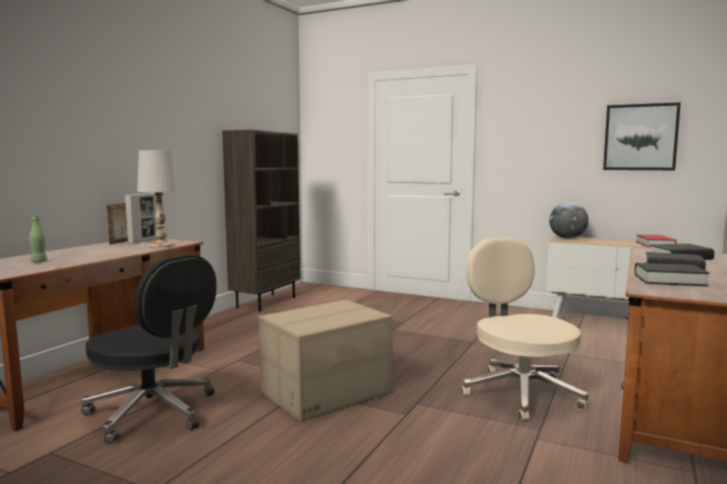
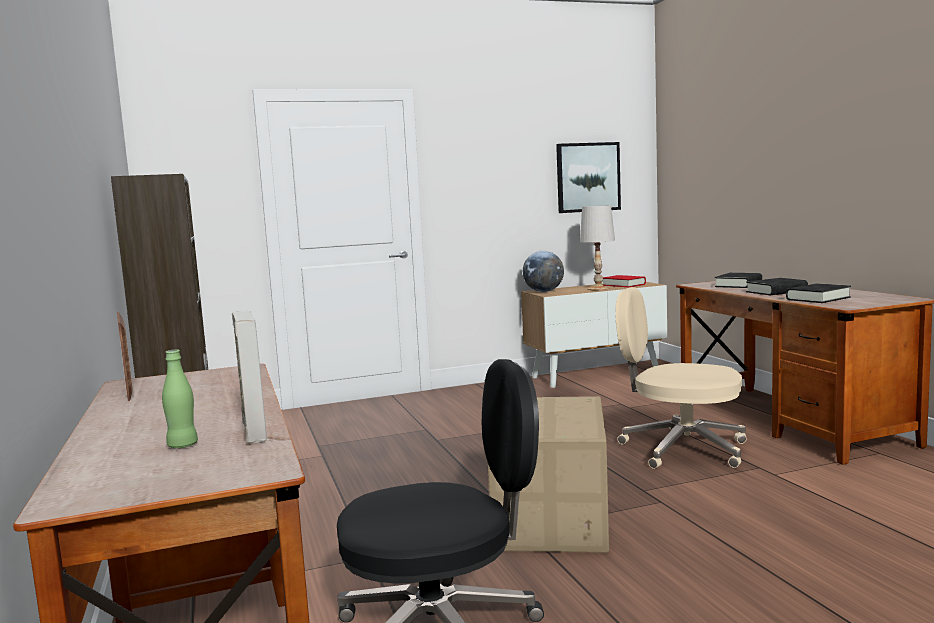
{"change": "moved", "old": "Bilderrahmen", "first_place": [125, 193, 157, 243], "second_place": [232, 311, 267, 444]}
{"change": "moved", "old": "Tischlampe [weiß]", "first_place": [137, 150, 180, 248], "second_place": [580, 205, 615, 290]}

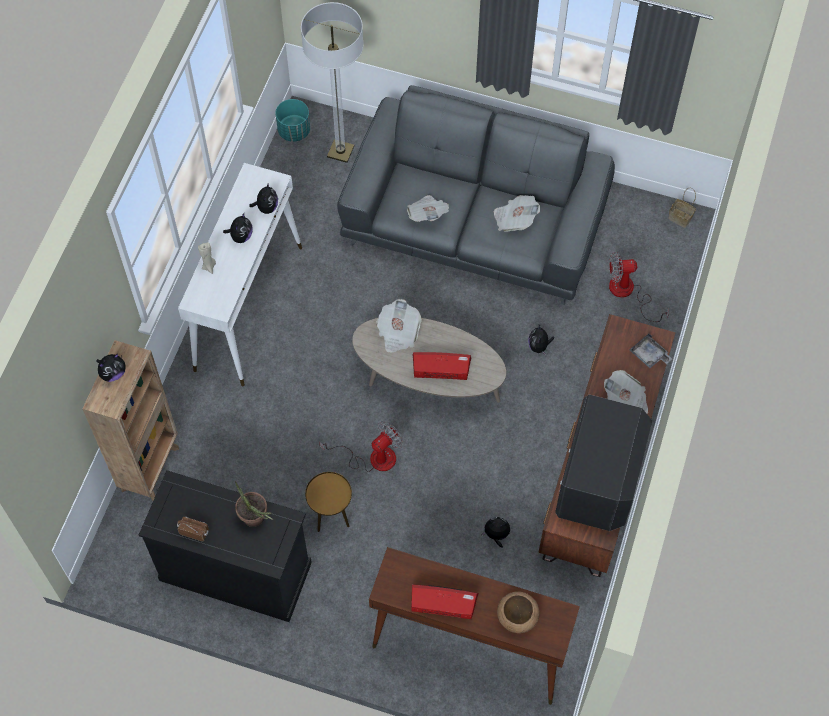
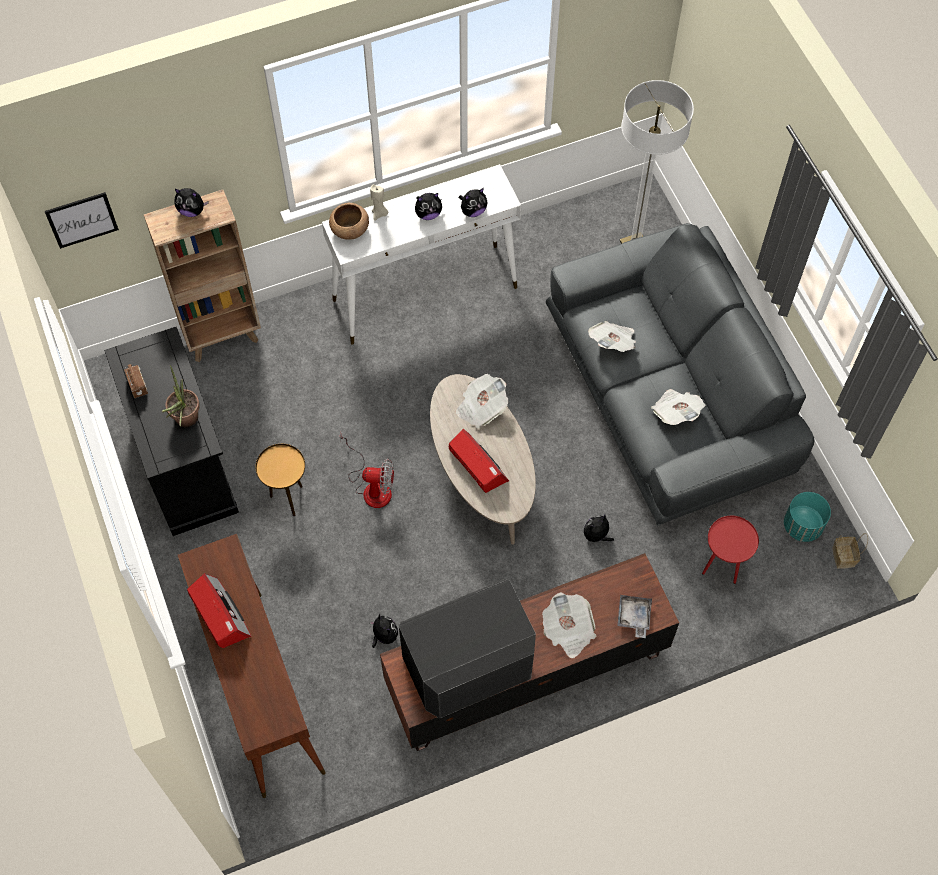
{"change": "moved", "old": "Pflanzkübel [türkis]", "first_place": [275, 99, 310, 142], "second_place": [784, 492, 831, 542]}
{"change": "moved", "old": "Schüssel [braun]", "first_place": [497, 591, 540, 633], "second_place": [329, 203, 369, 240]}
{"change": "replaced", "old": "Ventilator", "new": "Beistelltisch [rot]", "first_place": [609, 252, 669, 322], "second_place": [702, 516, 759, 584]}
{"change": "added", "new": "Bild", "second_place": [45, 192, 119, 249]}

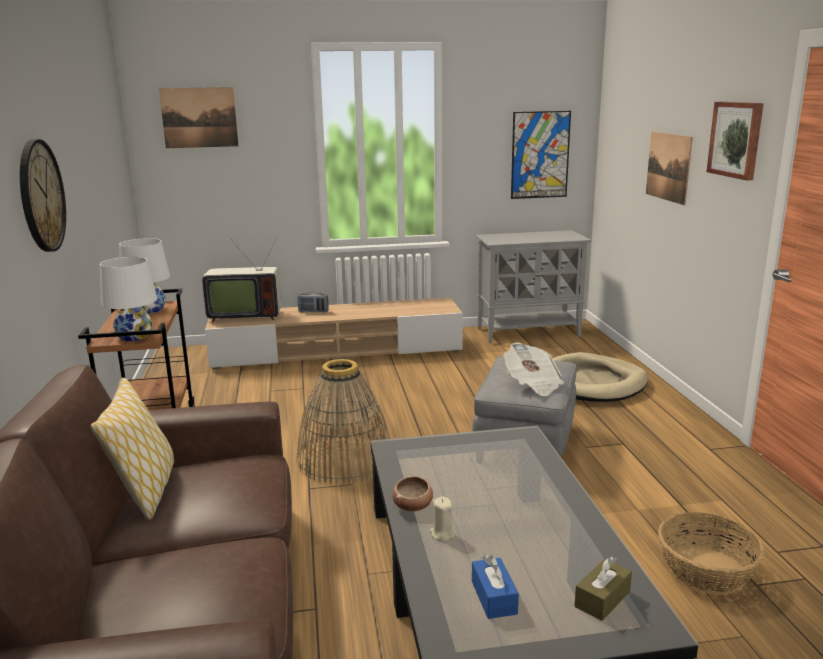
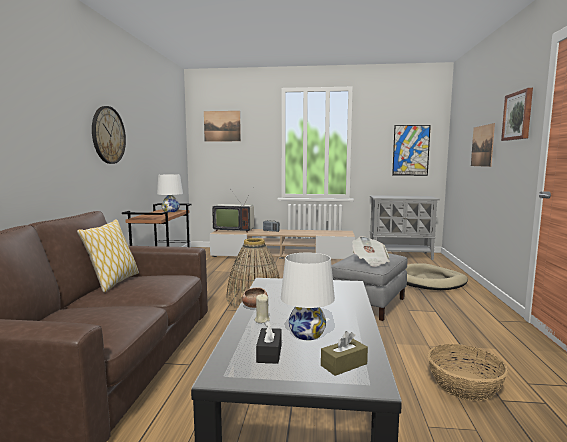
{"change": "moved", "old": "Tischlampe [weiß]", "first_place": [100, 257, 157, 341], "second_place": [281, 253, 335, 340]}
{"change": "recoloured", "old": "Taschentuchbox [blau]", "new": "Taschentuchbox [schwarz]", "first_place": [472, 555, 519, 619], "second_place": [256, 320, 282, 364]}

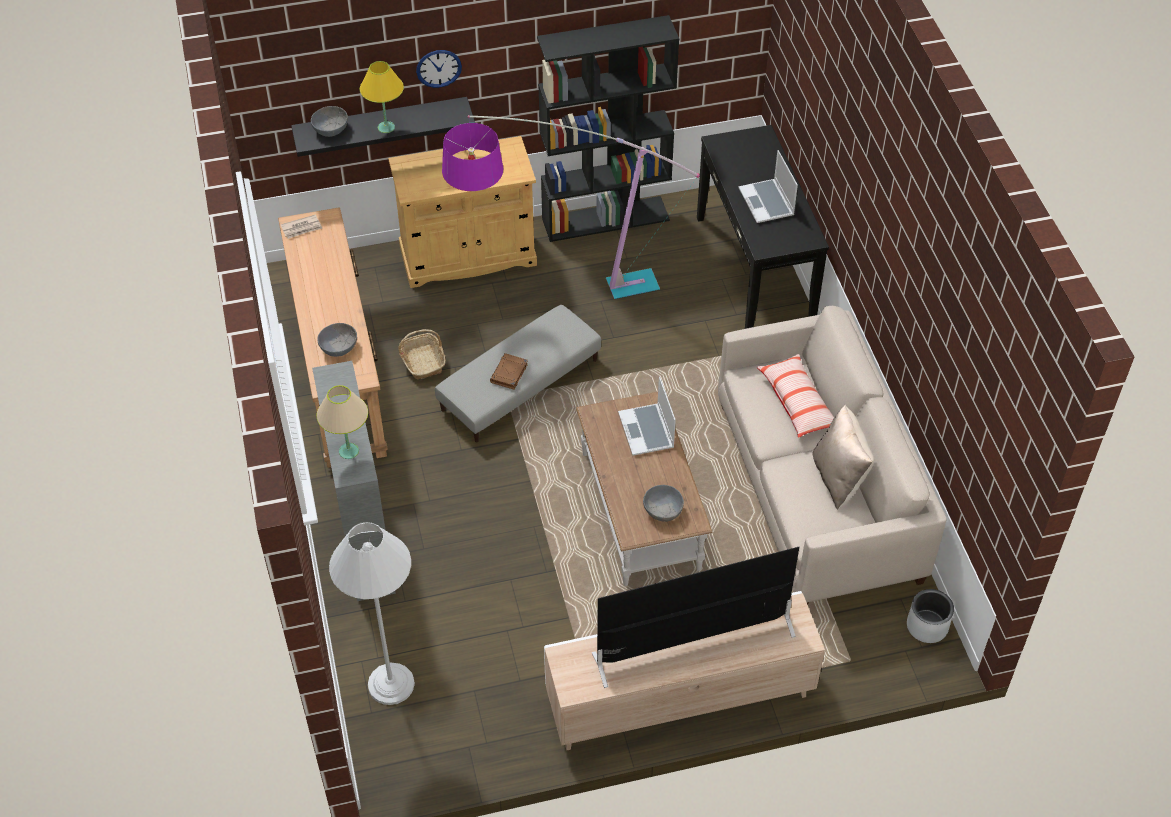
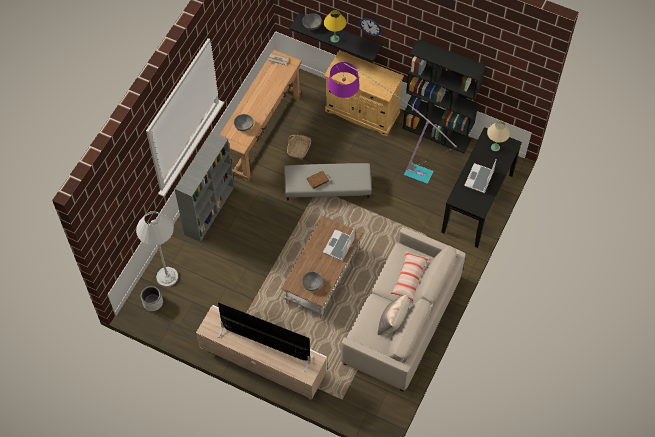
{"change": "moved", "old": "Tischlampe [beige]", "first_place": [317, 385, 368, 459], "second_place": [487, 121, 510, 151]}
{"change": "moved", "old": "Pflanzkübel [grau]", "first_place": [907, 589, 954, 643], "second_place": [141, 286, 163, 311]}

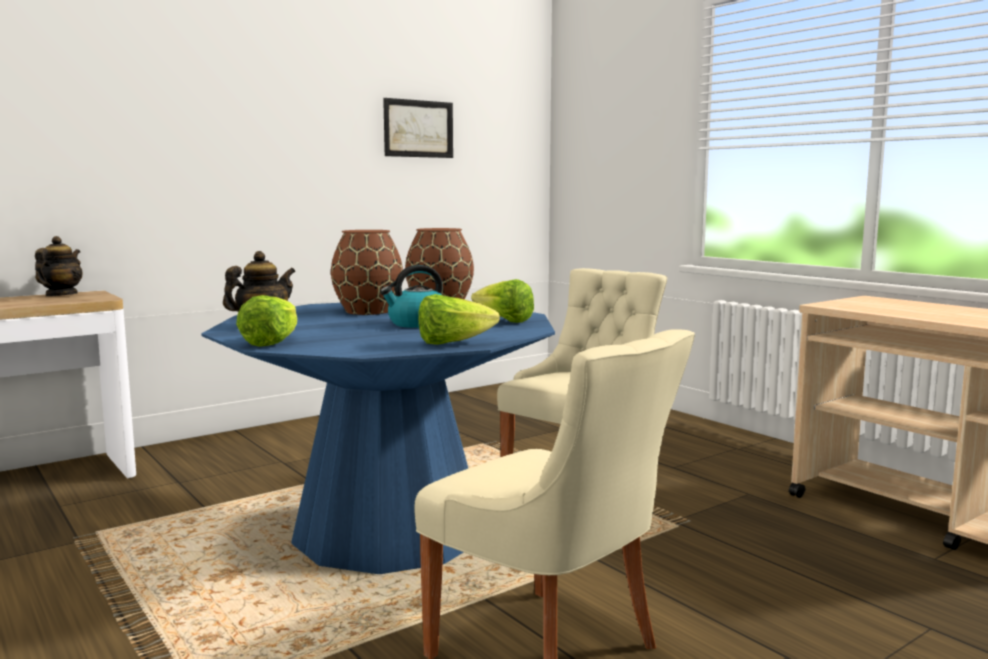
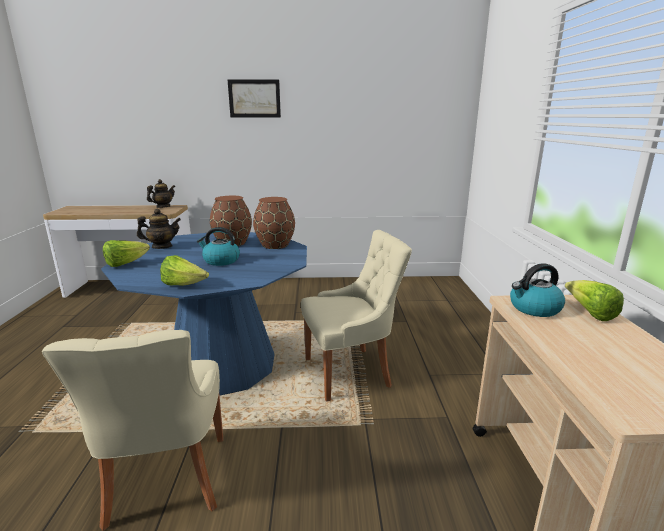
{"change": "moved", "old": "Bild", "first_place": [383, 98, 453, 158], "second_place": [228, 79, 281, 118]}
{"change": "moved", "old": "Salatkopf", "first_place": [471, 279, 534, 323], "second_place": [565, 280, 624, 321]}
{"change": "added", "new": "Wasserkessel", "second_place": [510, 263, 565, 317]}

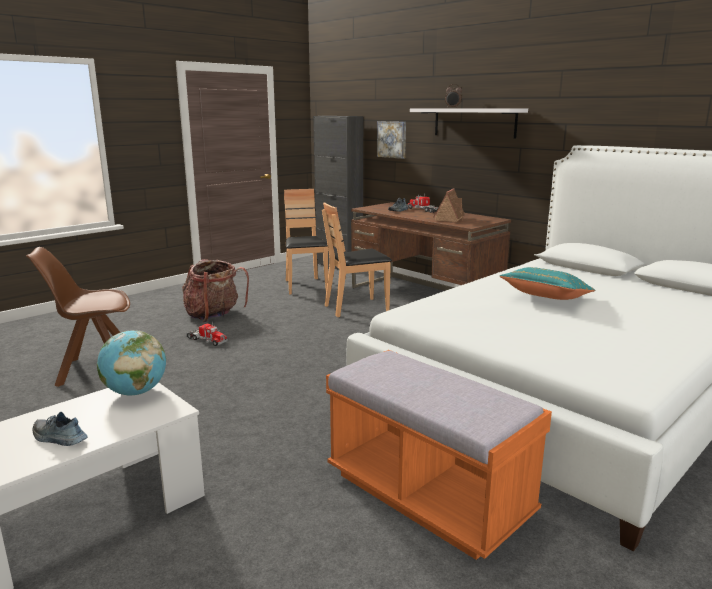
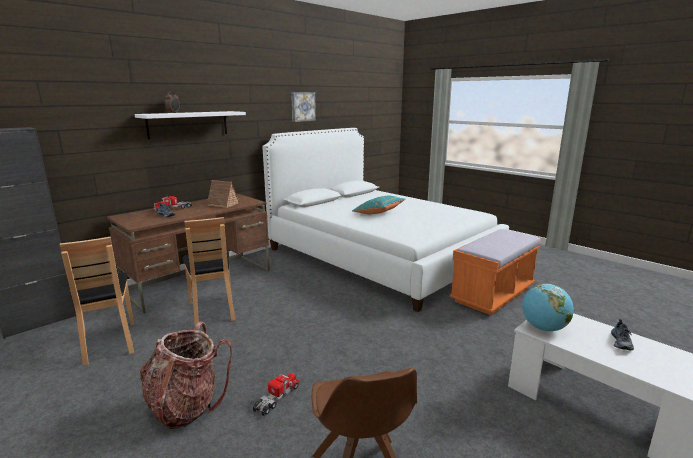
{"change": "turned", "old": "Stuhl [braun]", "first_place": [284, 189, 328, 294], "second_place": [60, 237, 134, 366], "degrees": -105}
{"change": "moved", "old": "Bild", "first_place": [377, 121, 406, 159], "second_place": [291, 92, 316, 122]}

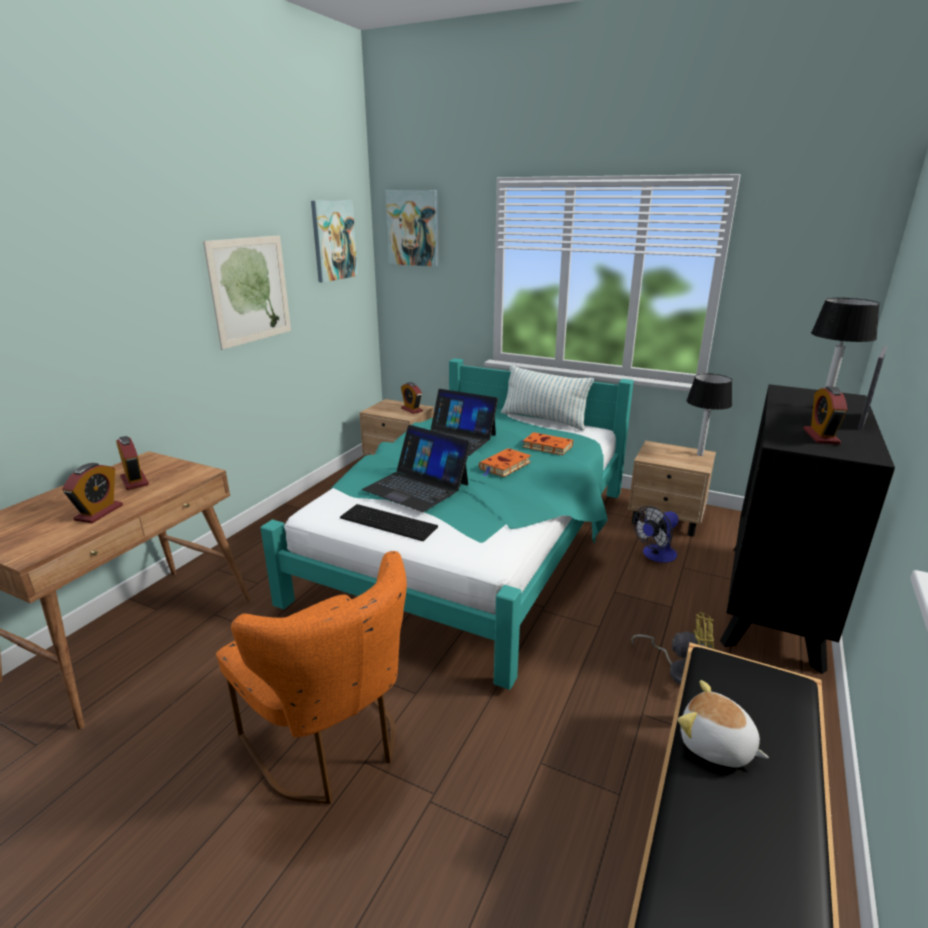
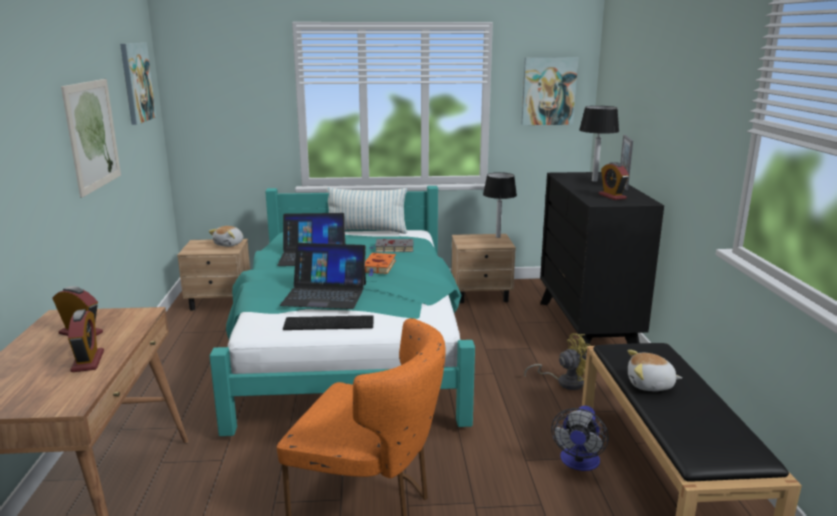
{"change": "moved", "old": "Bild", "first_place": [385, 190, 439, 267], "second_place": [521, 57, 578, 125]}
{"change": "replaced", "old": "Wecker", "new": "Plüschtier", "first_place": [401, 382, 423, 414], "second_place": [209, 226, 243, 247]}
{"change": "recoloured", "old": "Buch [orange]", "new": "Buch [grau]", "first_place": [521, 432, 573, 455], "second_place": [369, 239, 414, 252]}
{"change": "moved", "old": "Ventilator", "first_place": [633, 506, 679, 563], "second_place": [551, 406, 609, 471]}

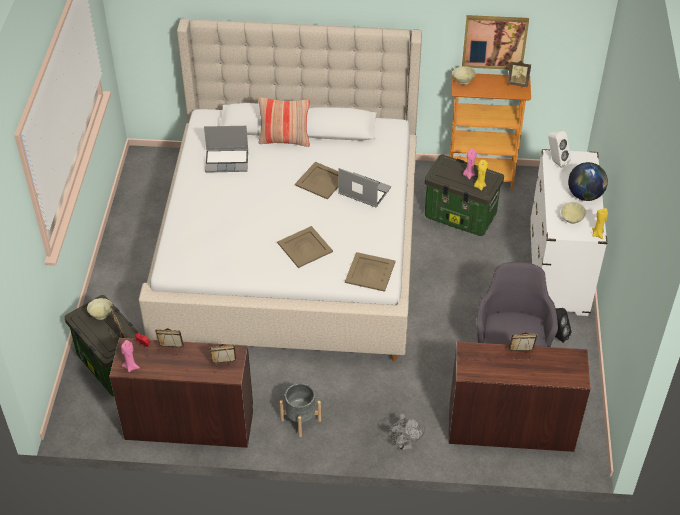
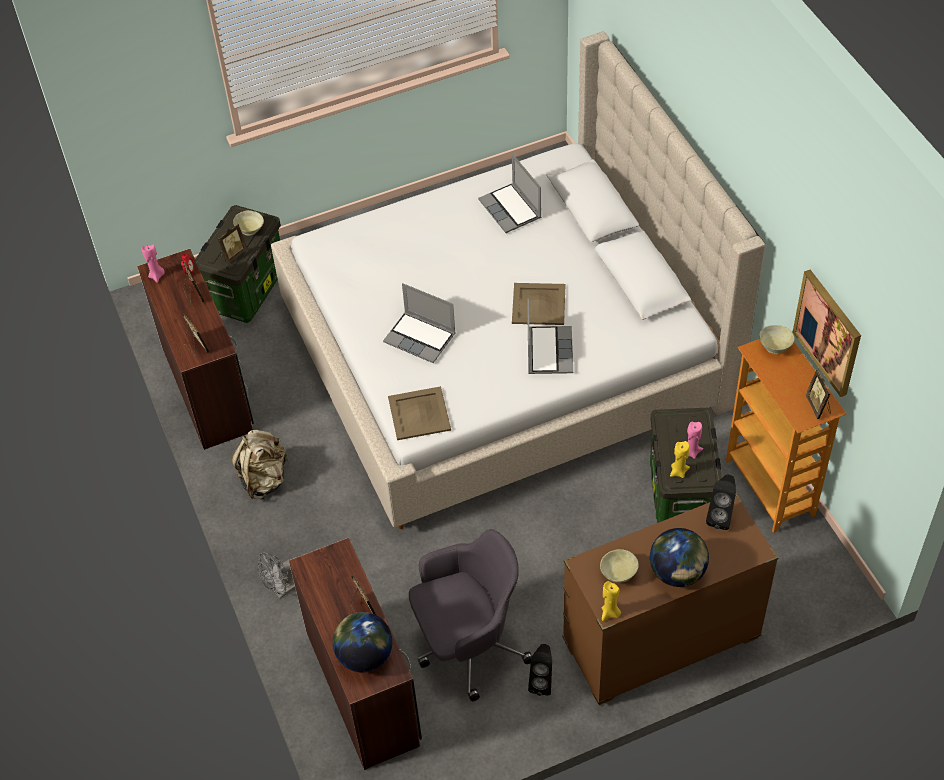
{"change": "removed", "old": "Kissen", "first_place": [258, 97, 310, 147]}
{"change": "replaced", "old": "Tablett [beige]", "new": "Laptop", "first_place": [277, 226, 333, 268], "second_place": [383, 283, 456, 363]}
{"change": "replaced", "old": "Pflanzkübel [grau]", "new": "Rucksack [beige]", "first_place": [280, 383, 321, 437], "second_place": [232, 430, 289, 500]}
{"change": "recoloured", "old": "Kommode [weiß]", "new": "Kommode [braun]", "first_place": [530, 149, 608, 316], "second_place": [563, 493, 778, 705]}
{"change": "recoloured", "old": "Lautsprecher [weiß]", "new": "Lautsprecher [schwarz]", "first_place": [548, 131, 571, 168], "second_place": [706, 475, 736, 530]}
{"change": "added", "new": "Globus", "second_place": [333, 612, 392, 672]}

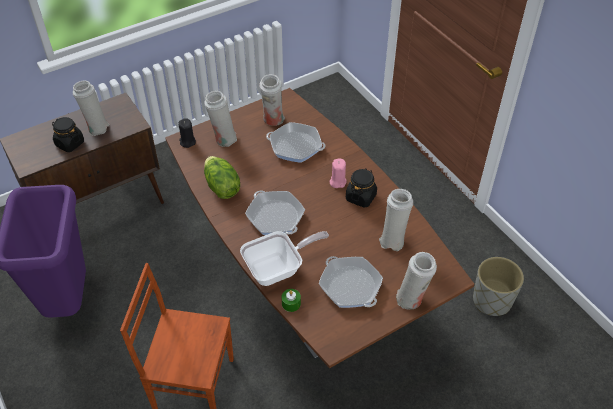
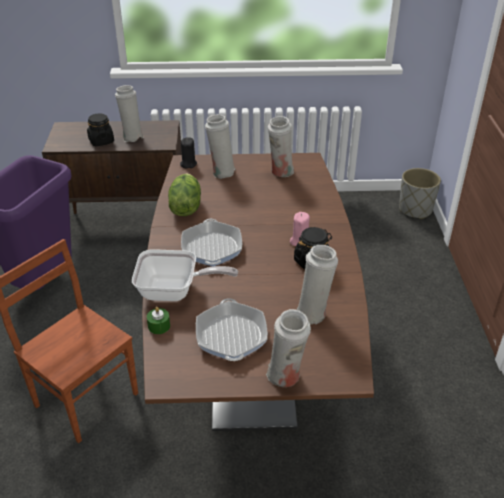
{"change": "removed", "old": "Pfanne", "first_place": [266, 122, 326, 163]}
{"change": "moved", "old": "Pflanzkübel [grau]", "first_place": [473, 257, 524, 316], "second_place": [399, 168, 441, 219]}

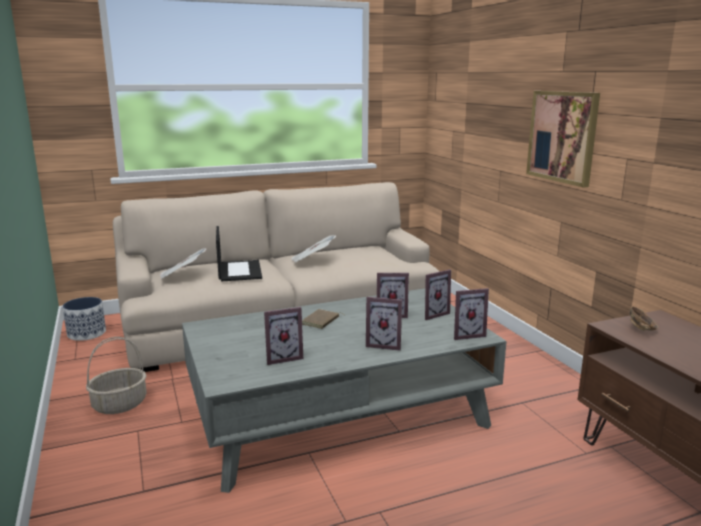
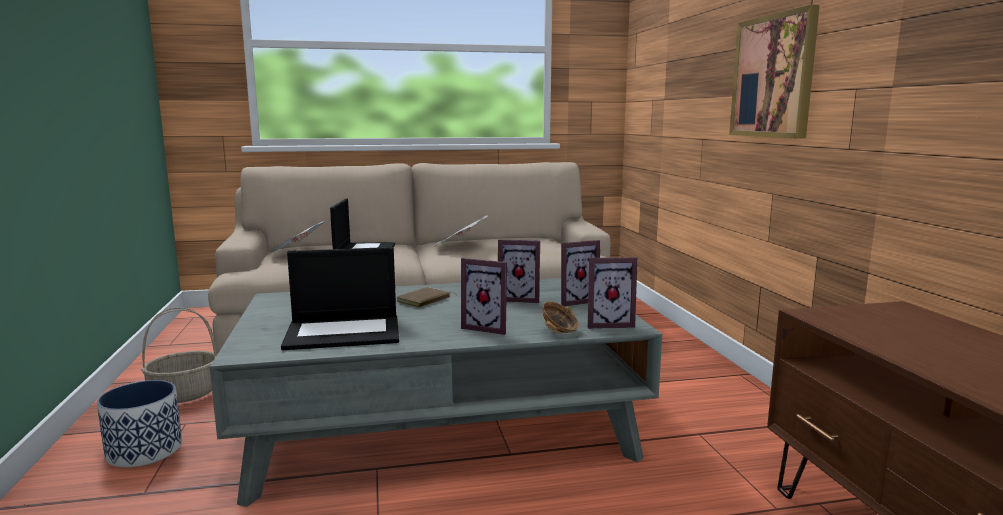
{"change": "moved", "old": "Pflanzkübel", "first_place": [63, 297, 106, 341], "second_place": [97, 380, 182, 467]}
{"change": "replaced", "old": "Bilderrahmen", "new": "Laptop", "first_place": [264, 307, 303, 365], "second_place": [281, 247, 399, 350]}
{"change": "moved", "old": "Schüssel", "first_place": [630, 306, 659, 331], "second_place": [543, 301, 579, 334]}

